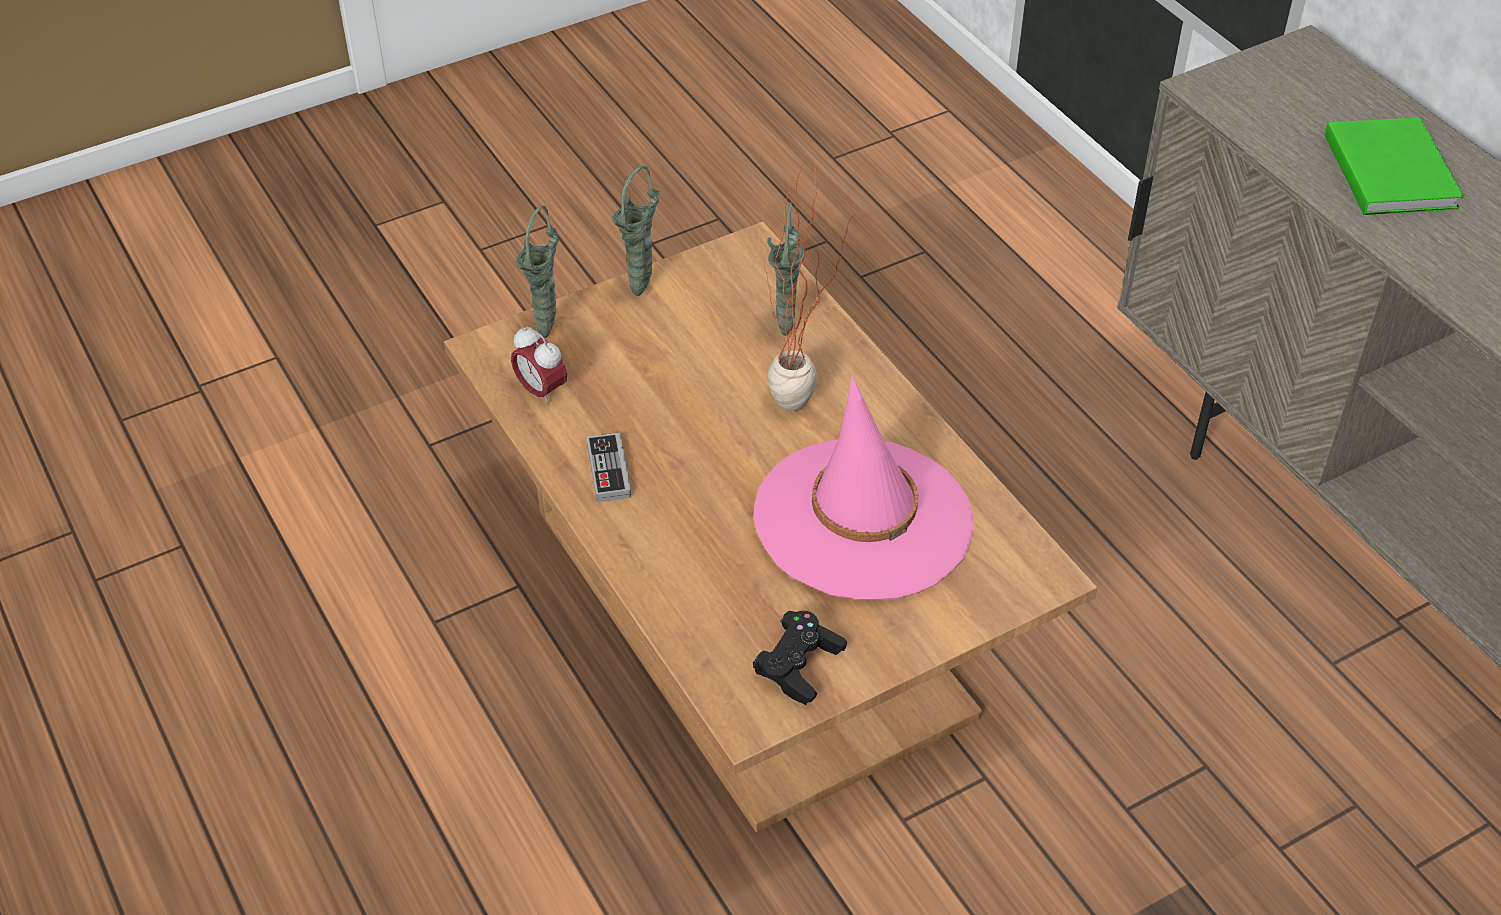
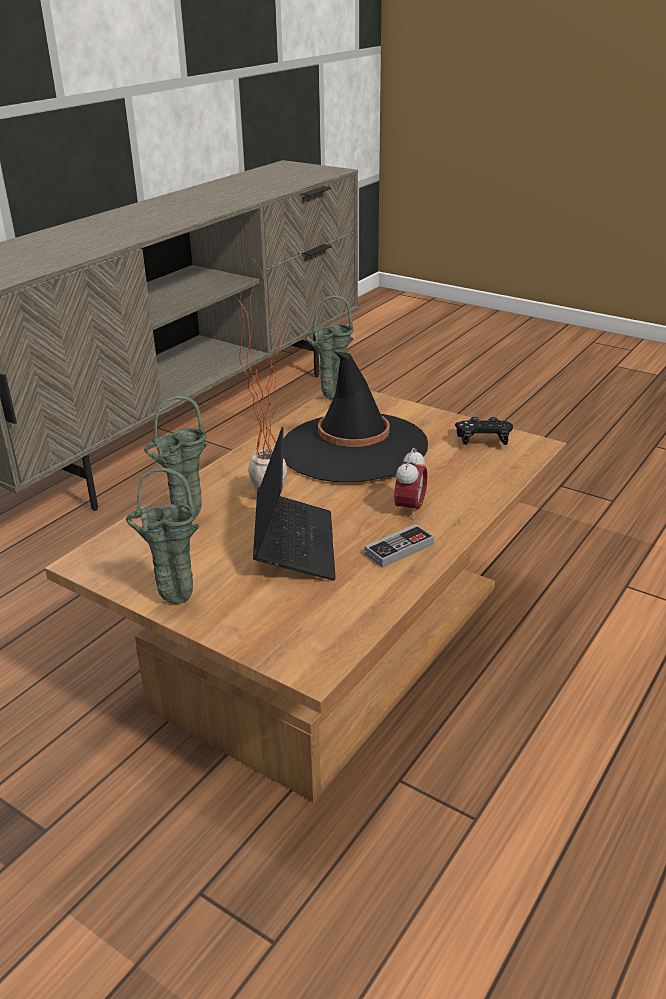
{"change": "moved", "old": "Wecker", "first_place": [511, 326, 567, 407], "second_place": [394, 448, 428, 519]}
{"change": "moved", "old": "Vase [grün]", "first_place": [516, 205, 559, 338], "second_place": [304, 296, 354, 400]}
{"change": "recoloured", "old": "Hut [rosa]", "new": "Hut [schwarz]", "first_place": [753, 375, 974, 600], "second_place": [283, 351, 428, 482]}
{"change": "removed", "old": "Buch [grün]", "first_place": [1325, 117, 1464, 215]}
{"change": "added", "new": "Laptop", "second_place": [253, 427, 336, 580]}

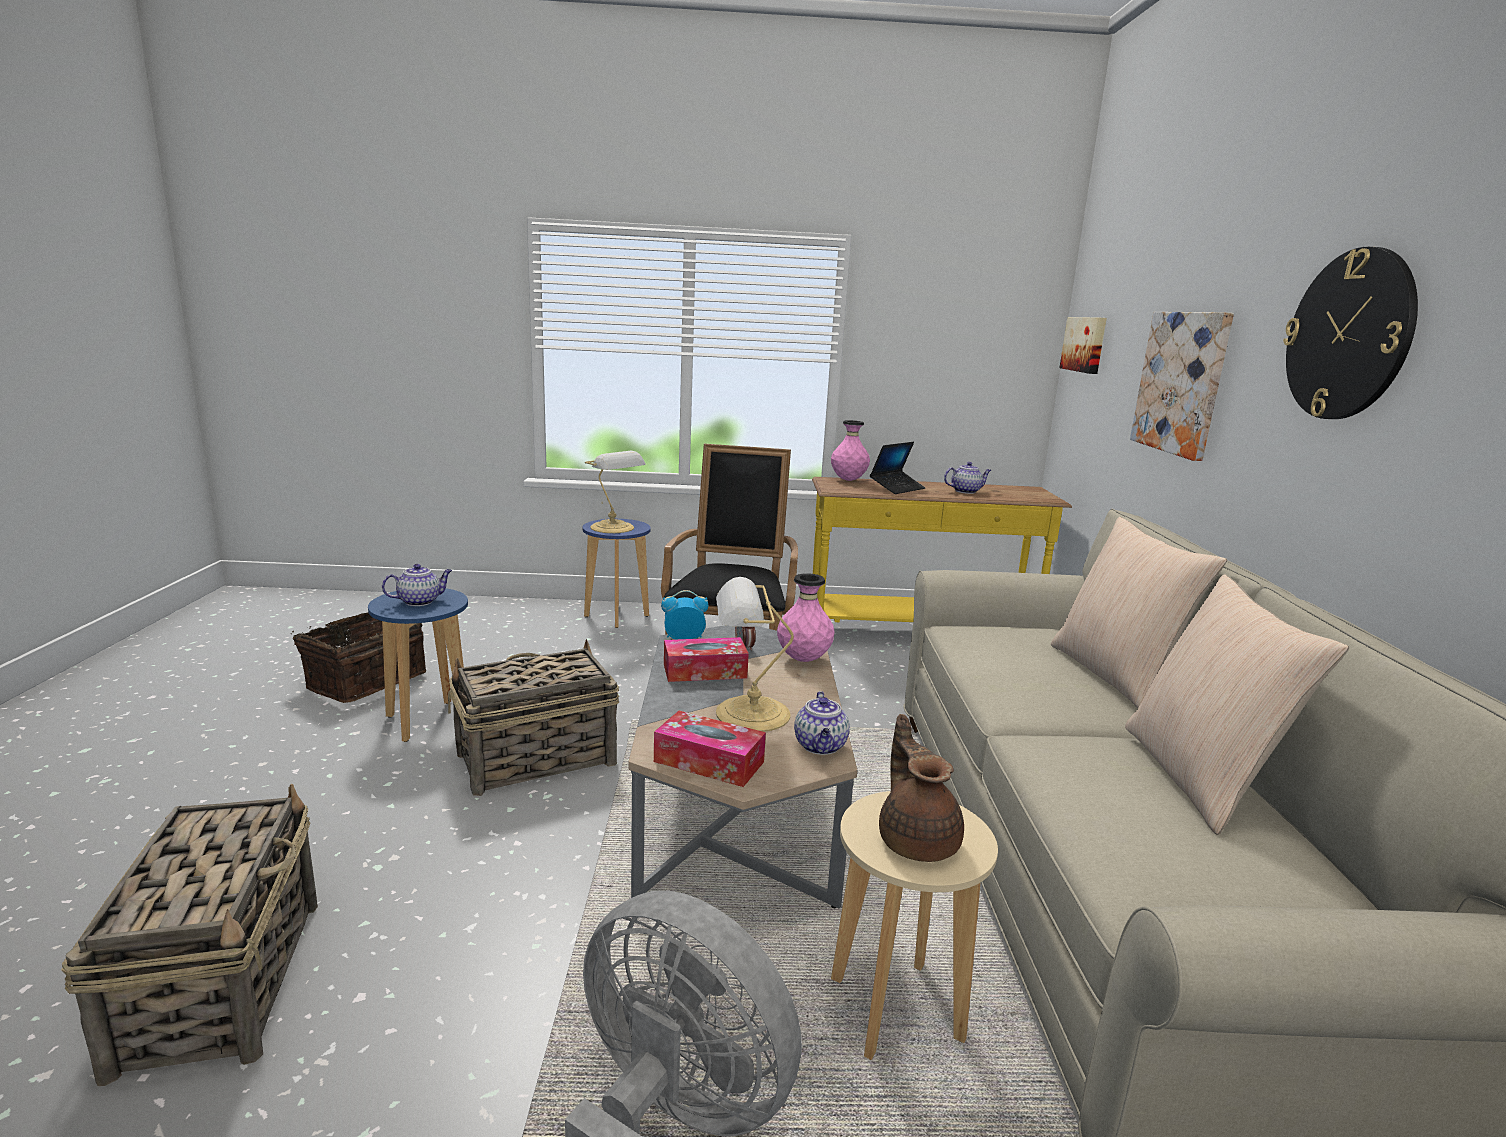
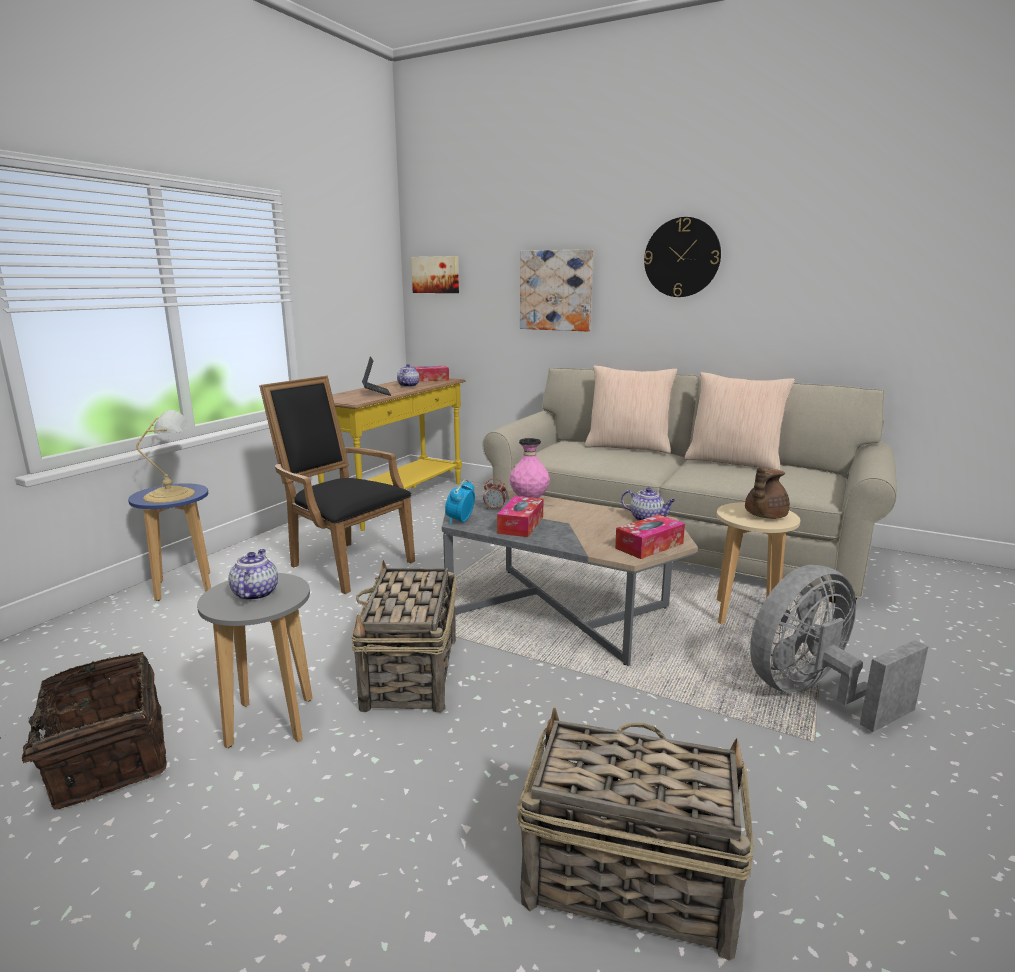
{"change": "recoloured", "old": "Hocker [blau]", "new": "Hocker [grau]", "first_place": [368, 588, 468, 742], "second_place": [197, 573, 313, 748]}
{"change": "removed", "old": "Tischlampe", "first_place": [716, 577, 794, 732]}
{"change": "removed", "old": "Vase [rosa]", "first_place": [831, 420, 870, 481]}
{"change": "turned", "old": "Teekanne [braun]", "first_place": [879, 714, 964, 862], "second_place": [745, 468, 790, 519], "degrees": -60}
{"change": "added", "new": "Taschentuchbox", "second_place": [416, 366, 449, 382]}

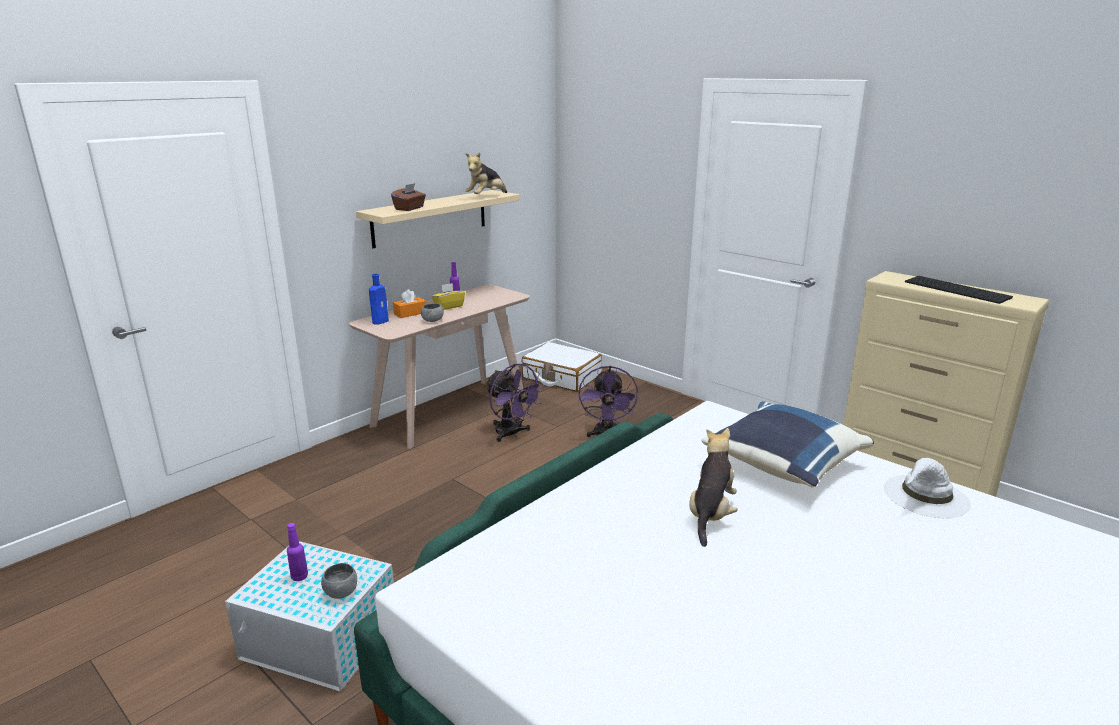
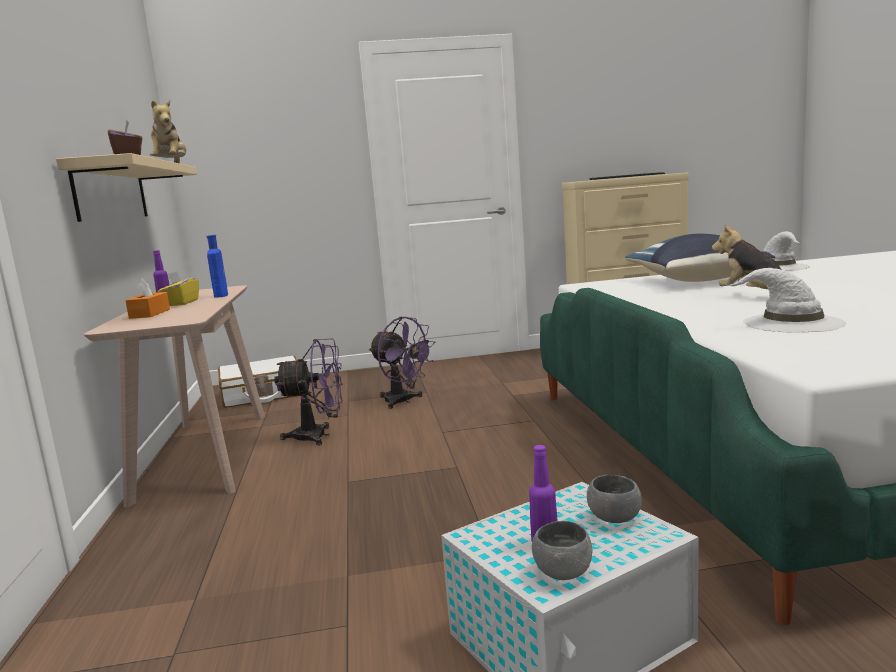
{"change": "moved", "old": "Flasche [blau]", "first_place": [369, 274, 389, 325], "second_place": [207, 235, 228, 298]}
{"change": "moved", "old": "Schüssel [grau]", "first_place": [421, 303, 444, 322], "second_place": [532, 521, 592, 580]}
{"change": "added", "new": "Hut [weiß]", "second_place": [725, 268, 846, 333]}

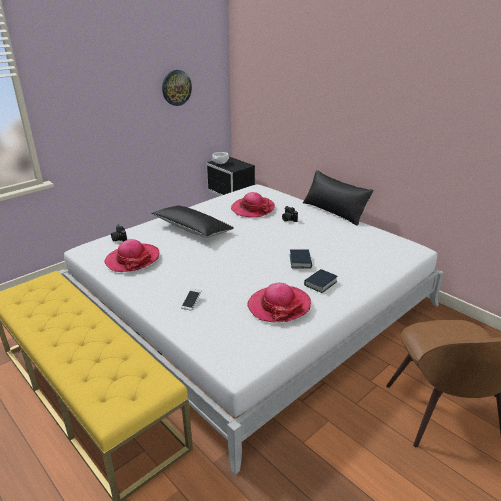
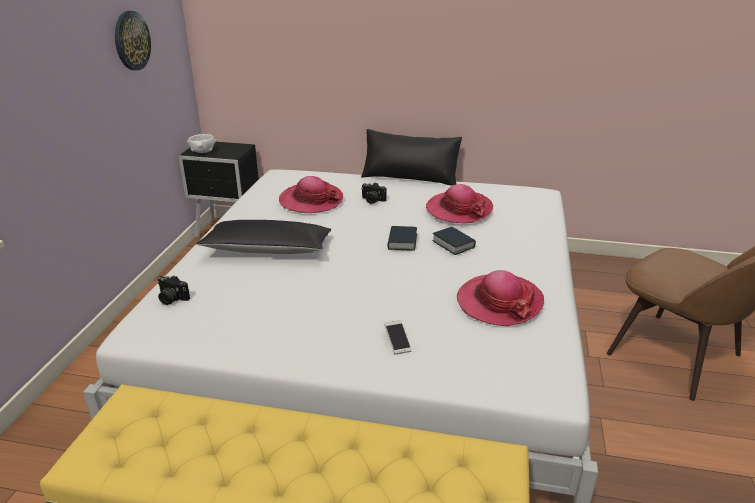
{"change": "moved", "old": "Hut", "first_place": [104, 239, 159, 272], "second_place": [426, 184, 493, 223]}
{"change": "moved", "old": "Buch", "first_place": [304, 269, 338, 293], "second_place": [387, 226, 417, 251]}

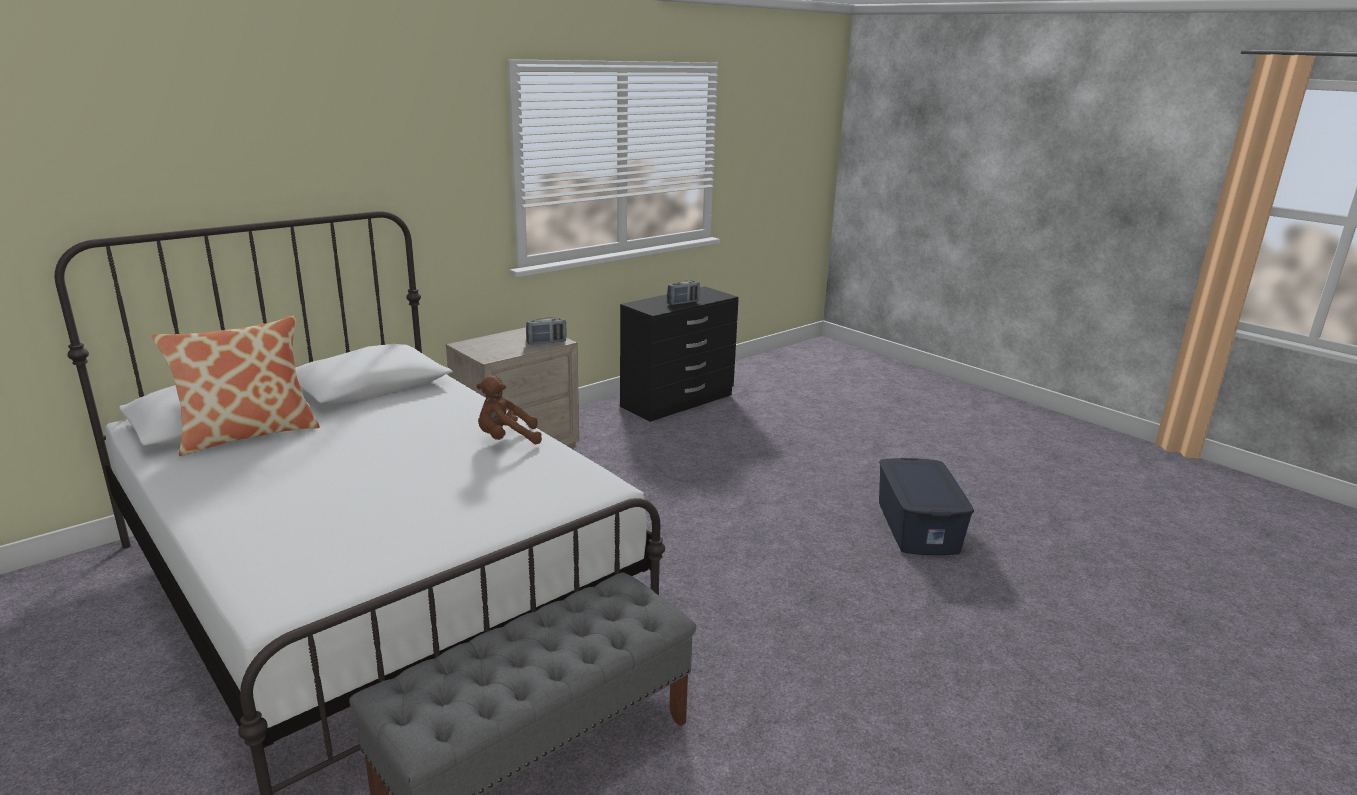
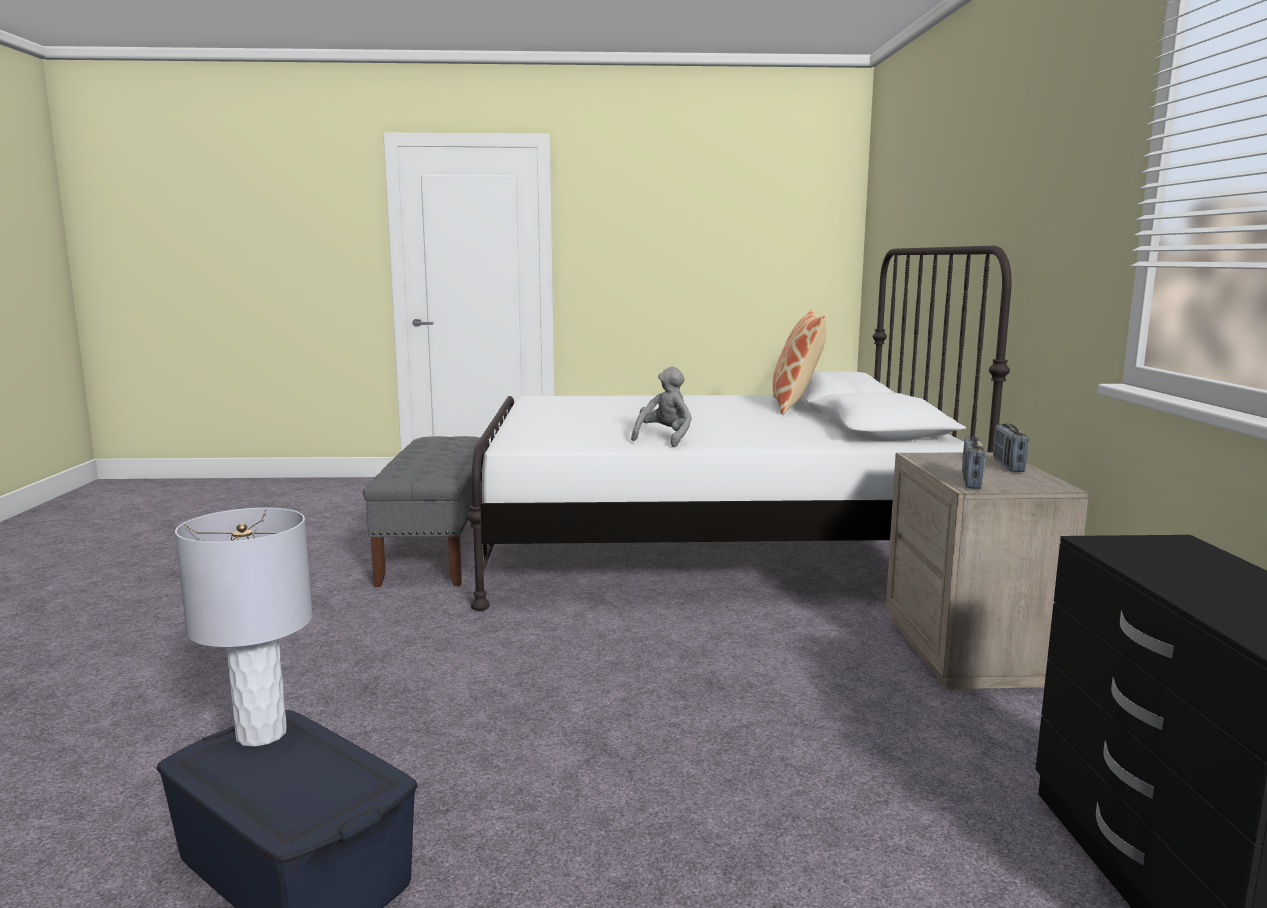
{"change": "recoloured", "old": "Plüschtier [braun]", "new": "Plüschtier [grau]", "first_place": [476, 376, 542, 444], "second_place": [631, 367, 692, 447]}
{"change": "moved", "old": "Radio", "first_place": [667, 280, 700, 305], "second_place": [993, 423, 1029, 472]}
{"change": "added", "new": "Tischlampe [grau]", "second_place": [175, 508, 312, 747]}

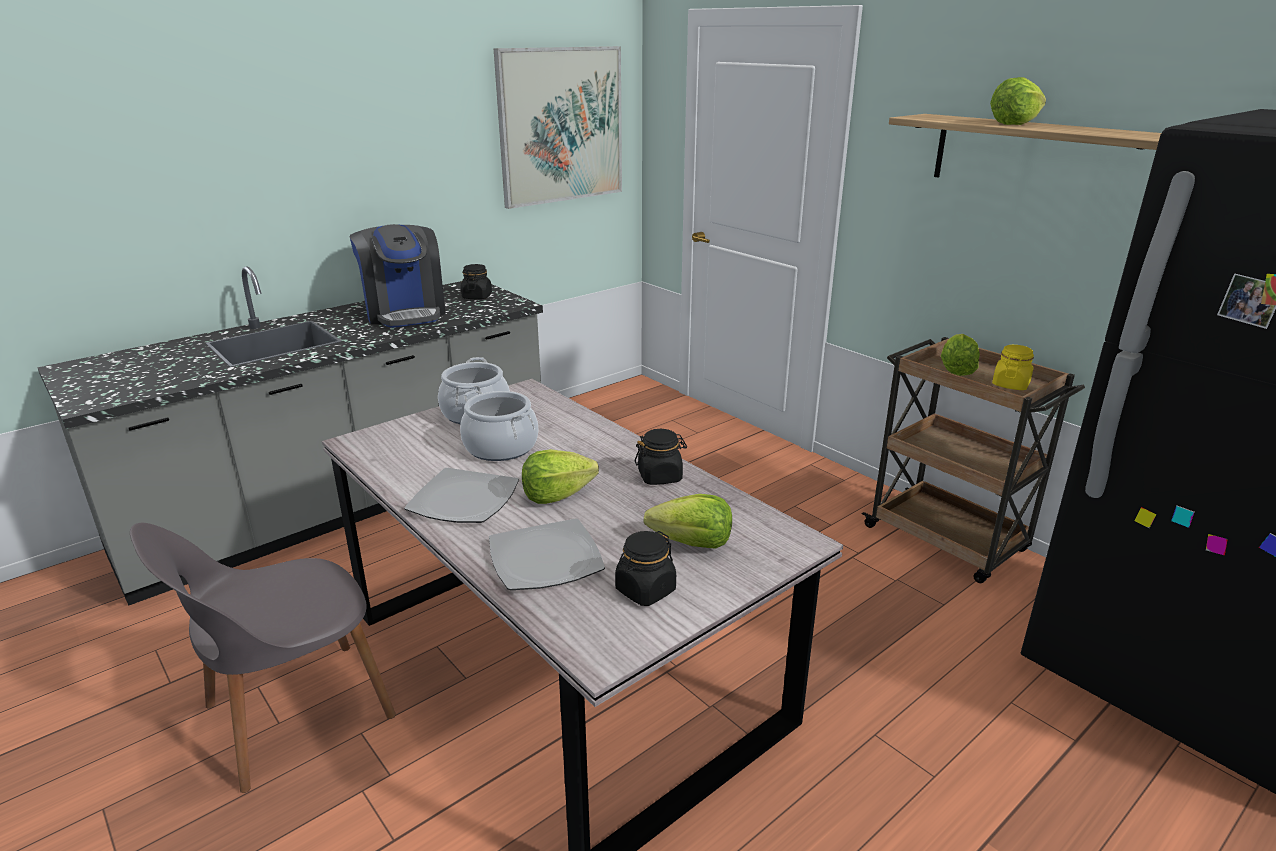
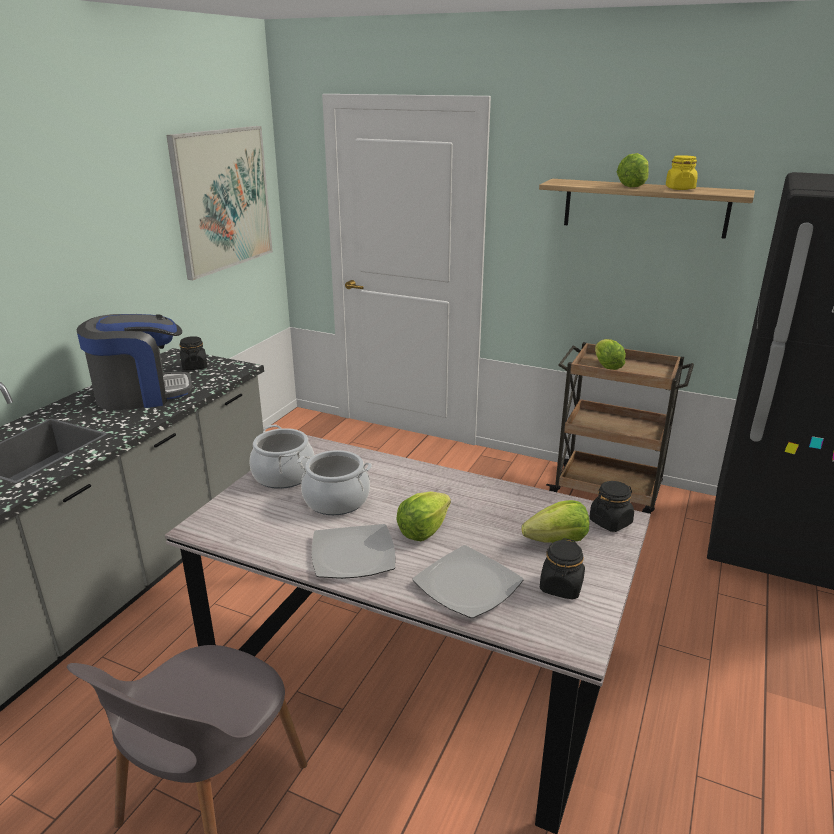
{"change": "turned", "old": "Kaffeemaschine", "first_place": [350, 224, 446, 328], "second_place": [76, 314, 192, 411], "degrees": -60}
{"change": "moved", "old": "Vorratsglas [schwarz]", "first_place": [635, 429, 687, 485], "second_place": [590, 481, 634, 532]}
{"change": "moved", "old": "Vorratsglas [gelb]", "first_place": [992, 345, 1034, 390], "second_place": [666, 155, 698, 190]}

